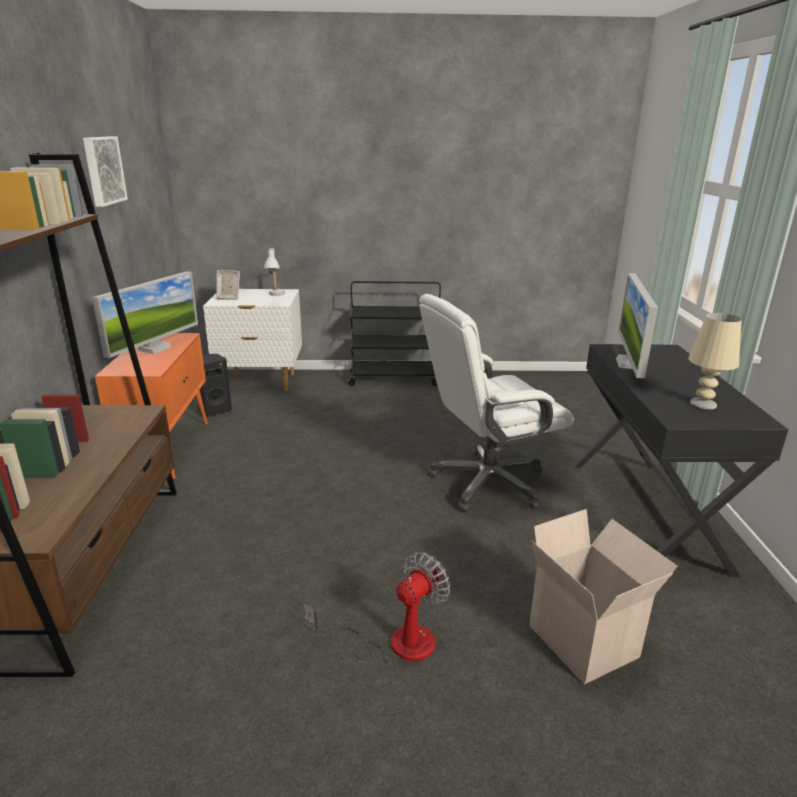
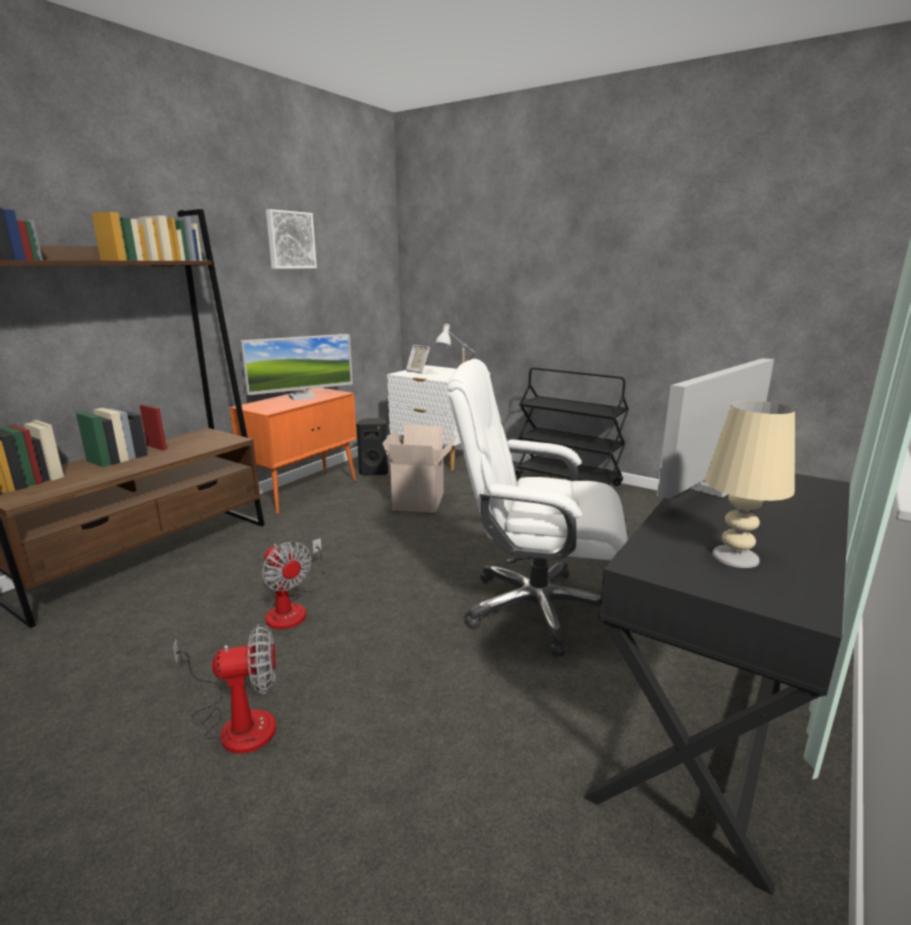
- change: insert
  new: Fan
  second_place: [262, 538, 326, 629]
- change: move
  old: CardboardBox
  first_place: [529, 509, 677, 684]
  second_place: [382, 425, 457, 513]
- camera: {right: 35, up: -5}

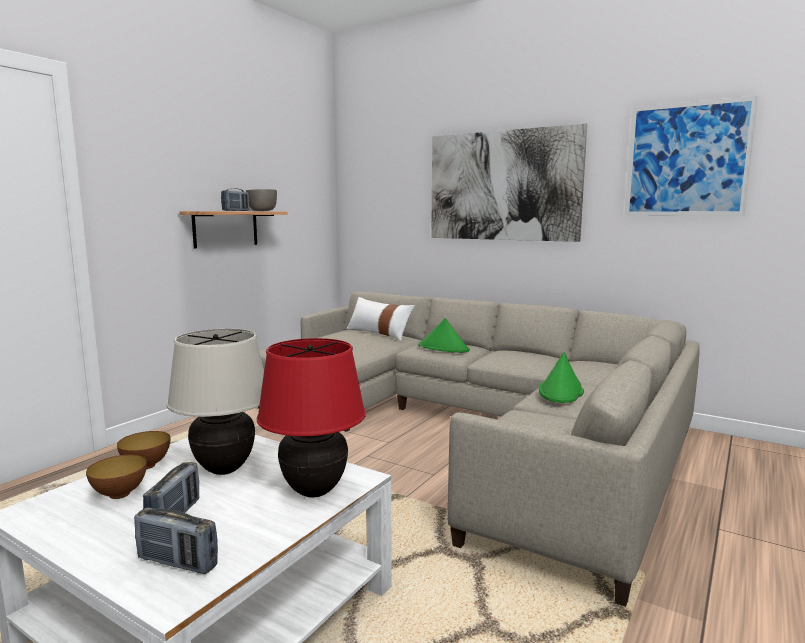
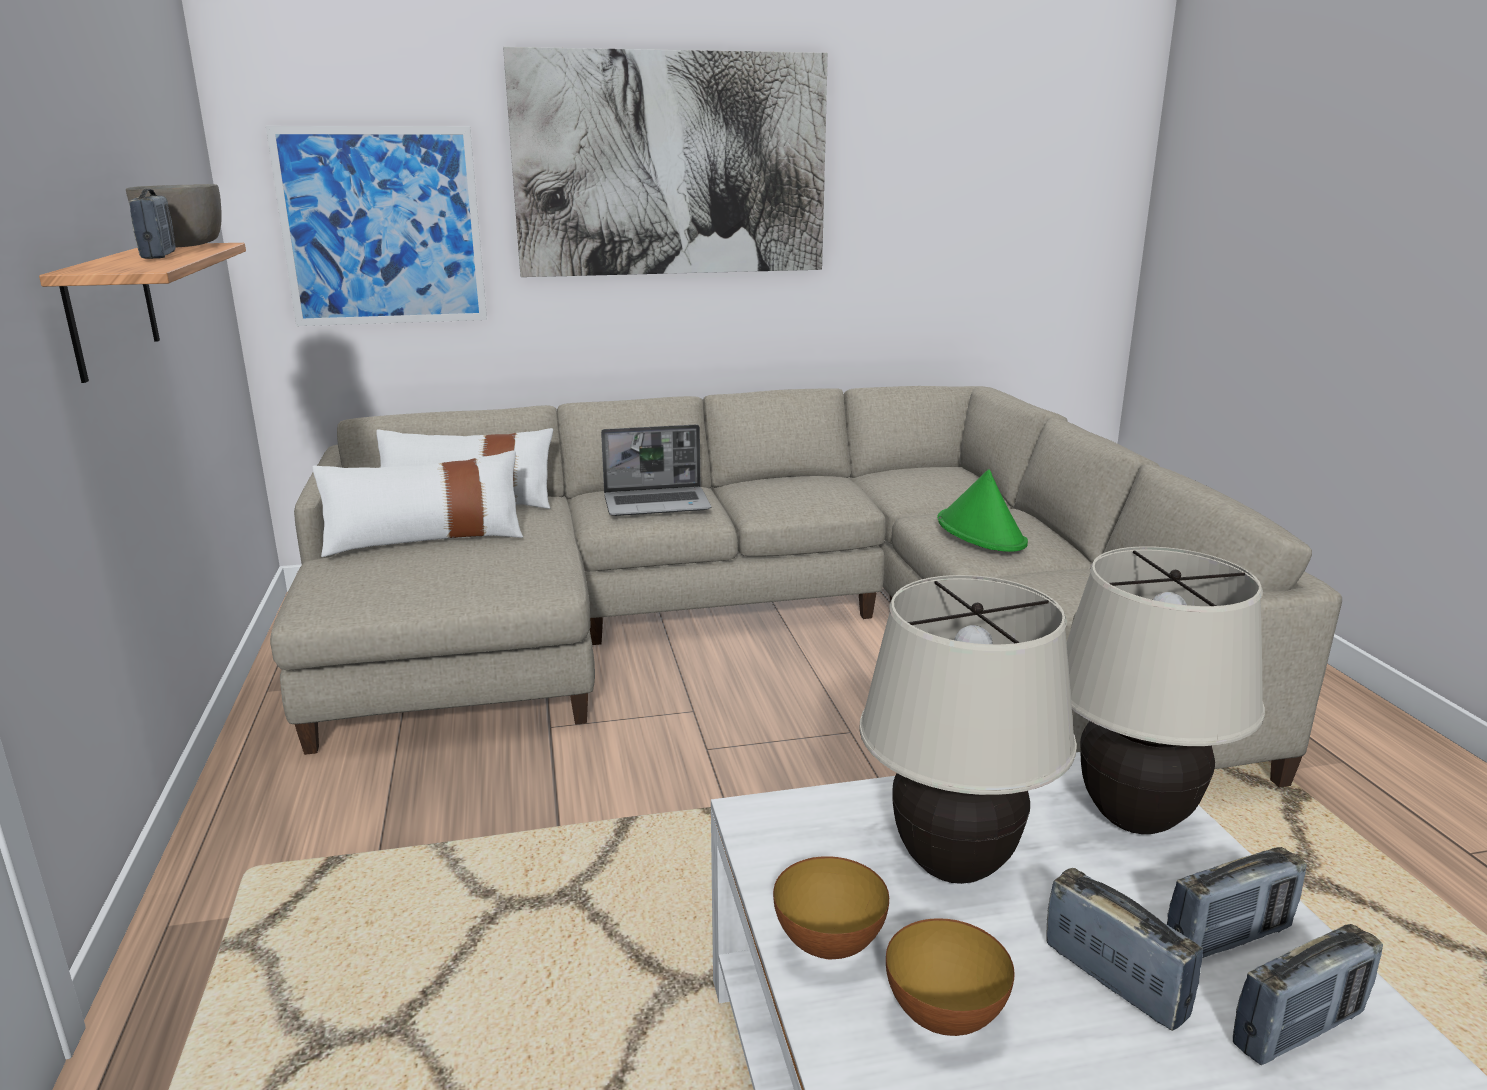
- change: move
  old: Picture
  first_place: [625, 96, 758, 216]
  second_place: [266, 126, 487, 326]
- change: insert
  new: WhitePillow
  second_place: [312, 450, 523, 557]
- change: replace
  old: GreenHat
  new: Laptop
  first_place: [418, 318, 470, 353]
  second_place: [601, 425, 711, 516]
- change: recolor
  old: RedTableLamp
  new: BeigeTableLamp
  first_place: [257, 338, 366, 498]
  second_place: [1066, 546, 1265, 834]
- change: insert
  new: Radio
  second_place: [1167, 847, 1307, 958]
- camera: {right: -45, up: 10}

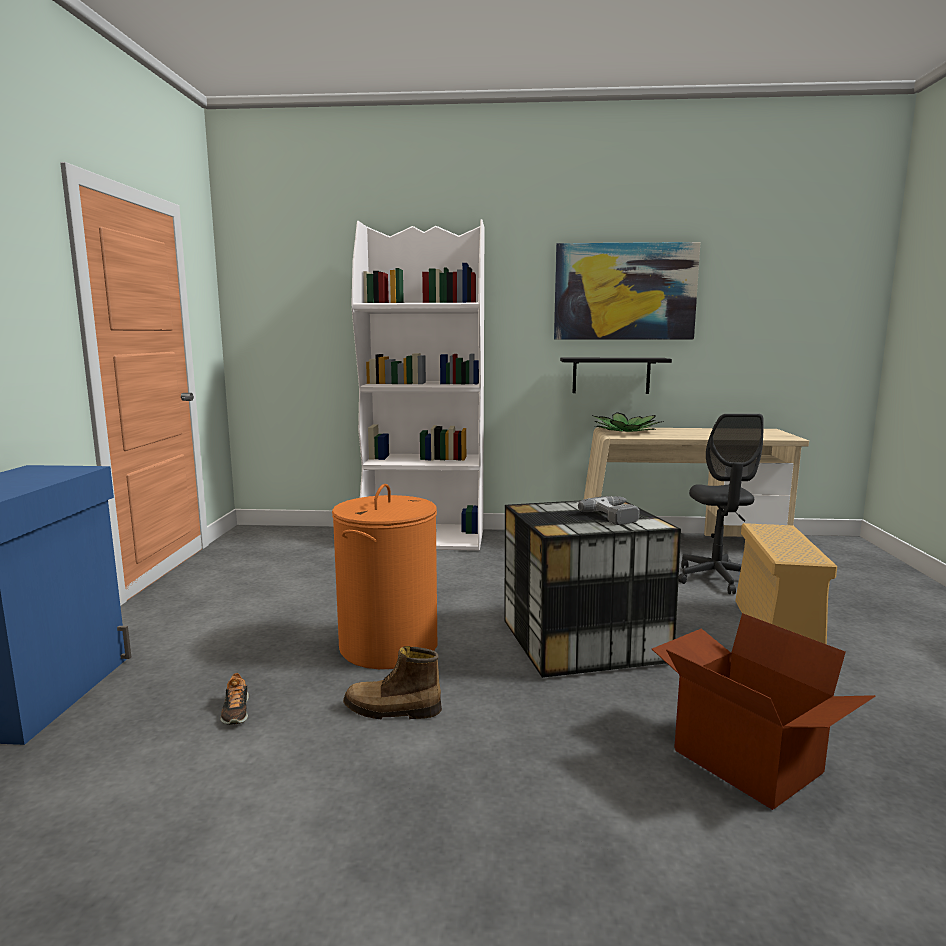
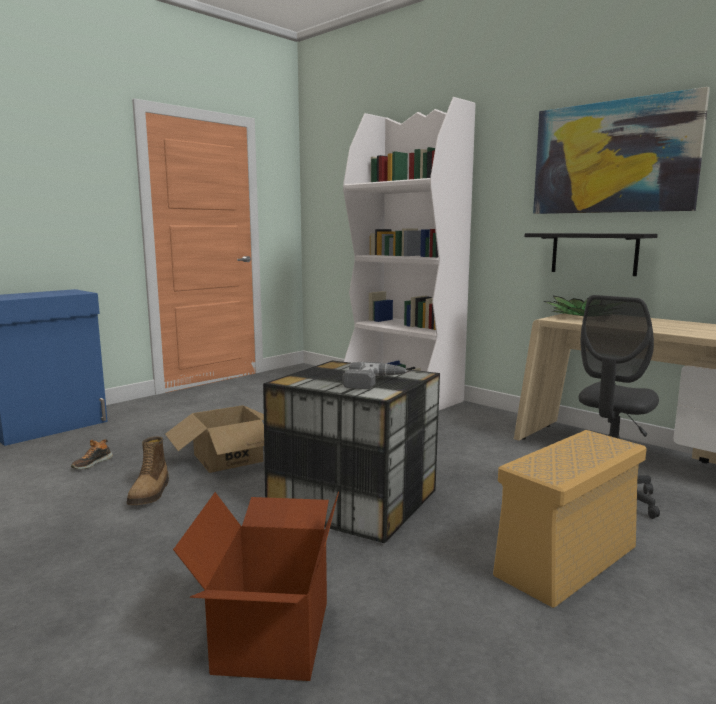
- change: rotate
  old: Boot
  first_place: [343, 646, 442, 720]
  second_place: [127, 436, 169, 505]
  degrees: -135
- change: replace
  old: OrangeLaundryBasket
  new: CardboardBox
  first_place: [332, 484, 437, 669]
  second_place: [165, 405, 264, 473]
- camera: {right: 40, up: 0}

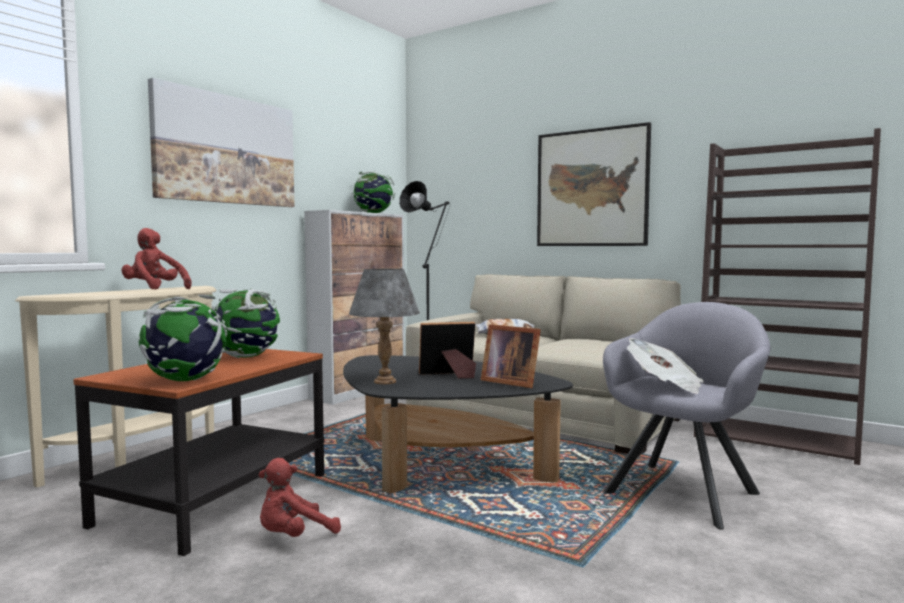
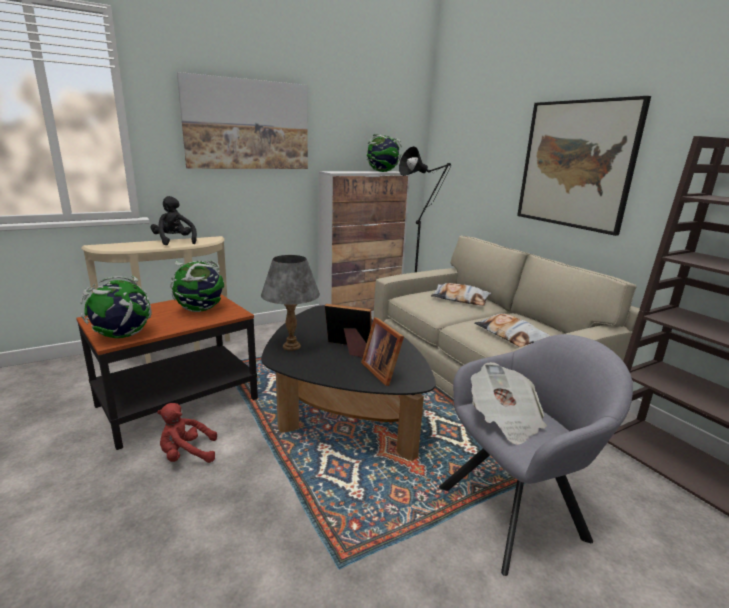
- change: recolor
  old: RedPlushToy
  new: BlackPlushToy
  first_place: [121, 228, 192, 289]
  second_place: [151, 196, 197, 245]
- change: insert
  new: Pillow
  second_place: [474, 313, 550, 347]
- camera: {right: 25, up: 15}

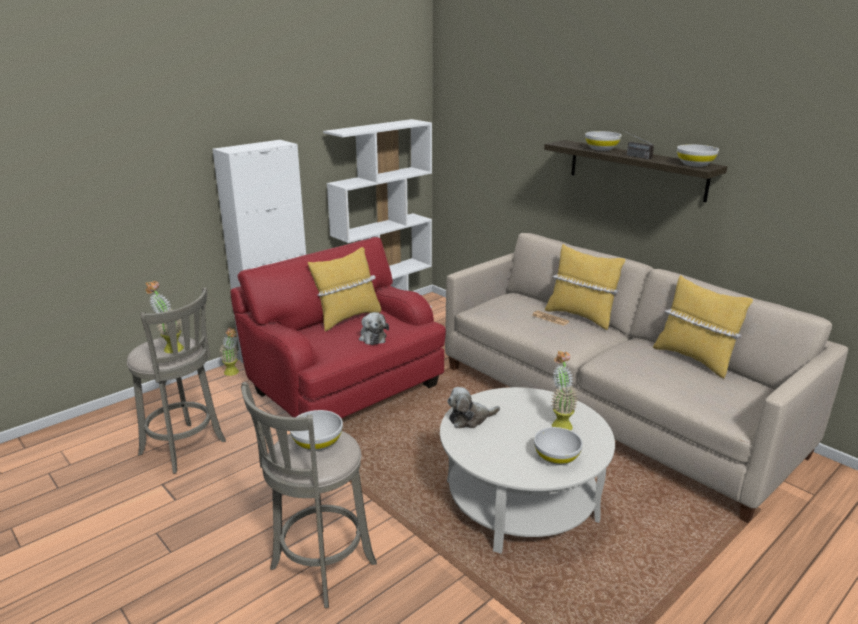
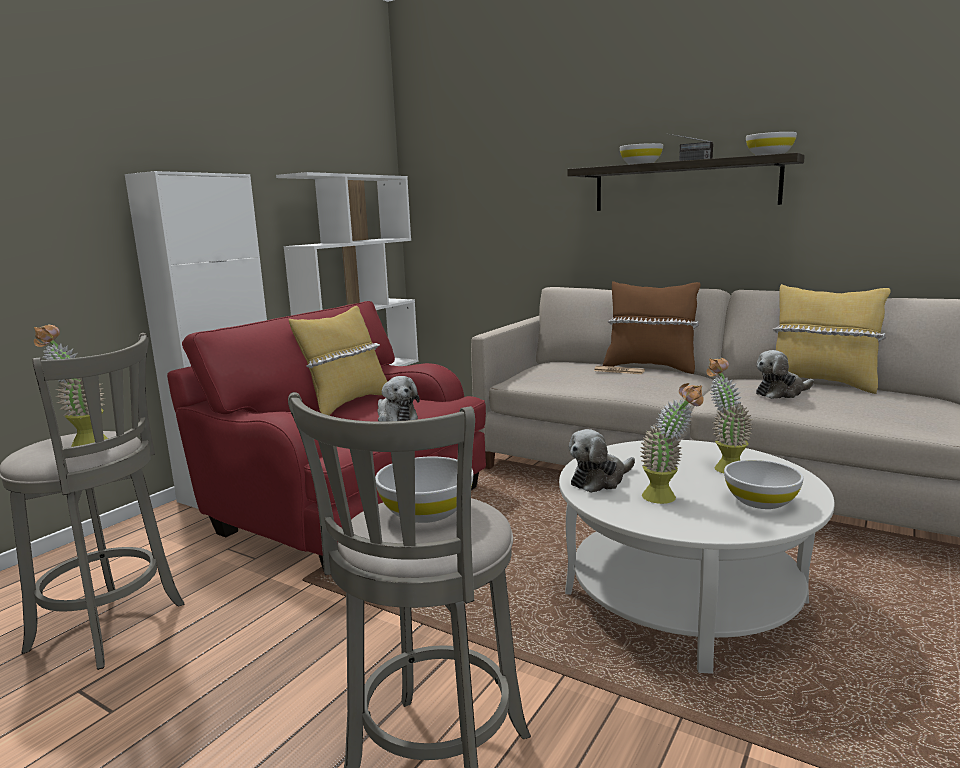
- change: recolor
  old: YellowPillow
  new: BrownPillow
  first_place: [545, 244, 625, 330]
  second_place: [603, 281, 701, 374]
- change: move
  old: PottedPlant
  first_place: [220, 327, 239, 376]
  second_place: [639, 383, 703, 504]
- change: insert
  new: PlushToy
  second_place: [756, 350, 814, 399]
- camera: {right: -15, up: -10}

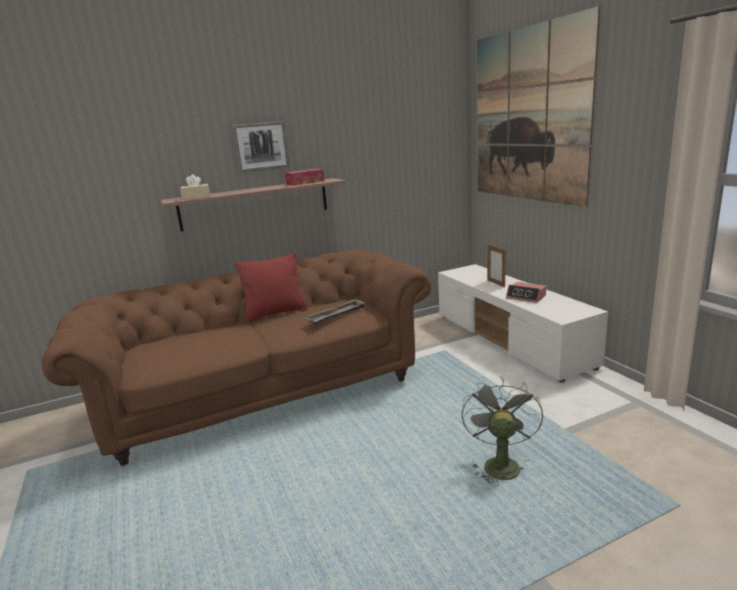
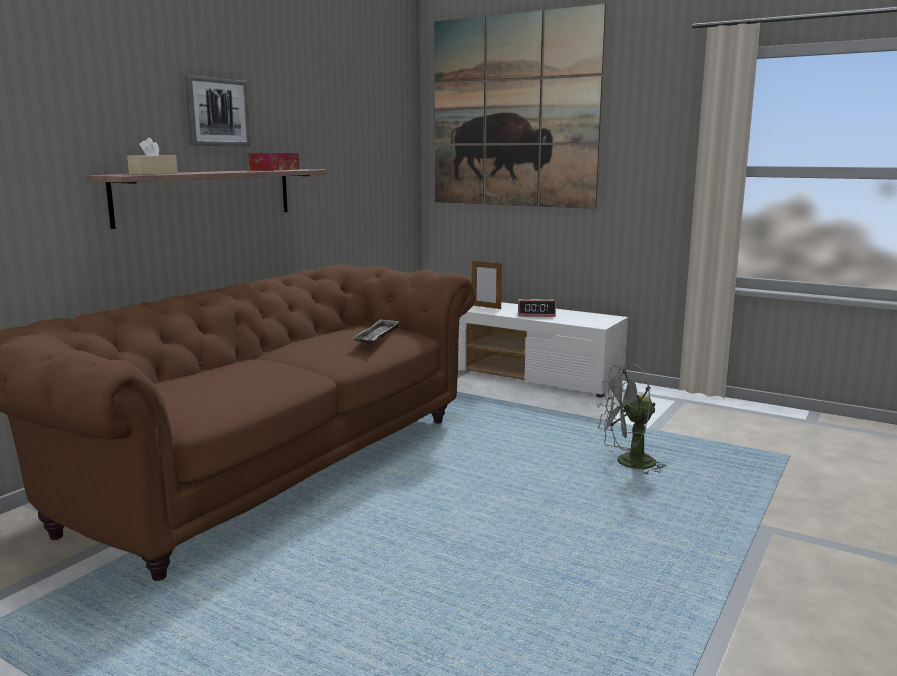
- change: rotate
  old: GreyFan
  first_place: [462, 377, 543, 487]
  second_place: [597, 365, 670, 475]
  degrees: -75
- change: delete
  old: RedPillow
  first_place: [235, 253, 308, 322]
- camera: {right: -35, up: -5}

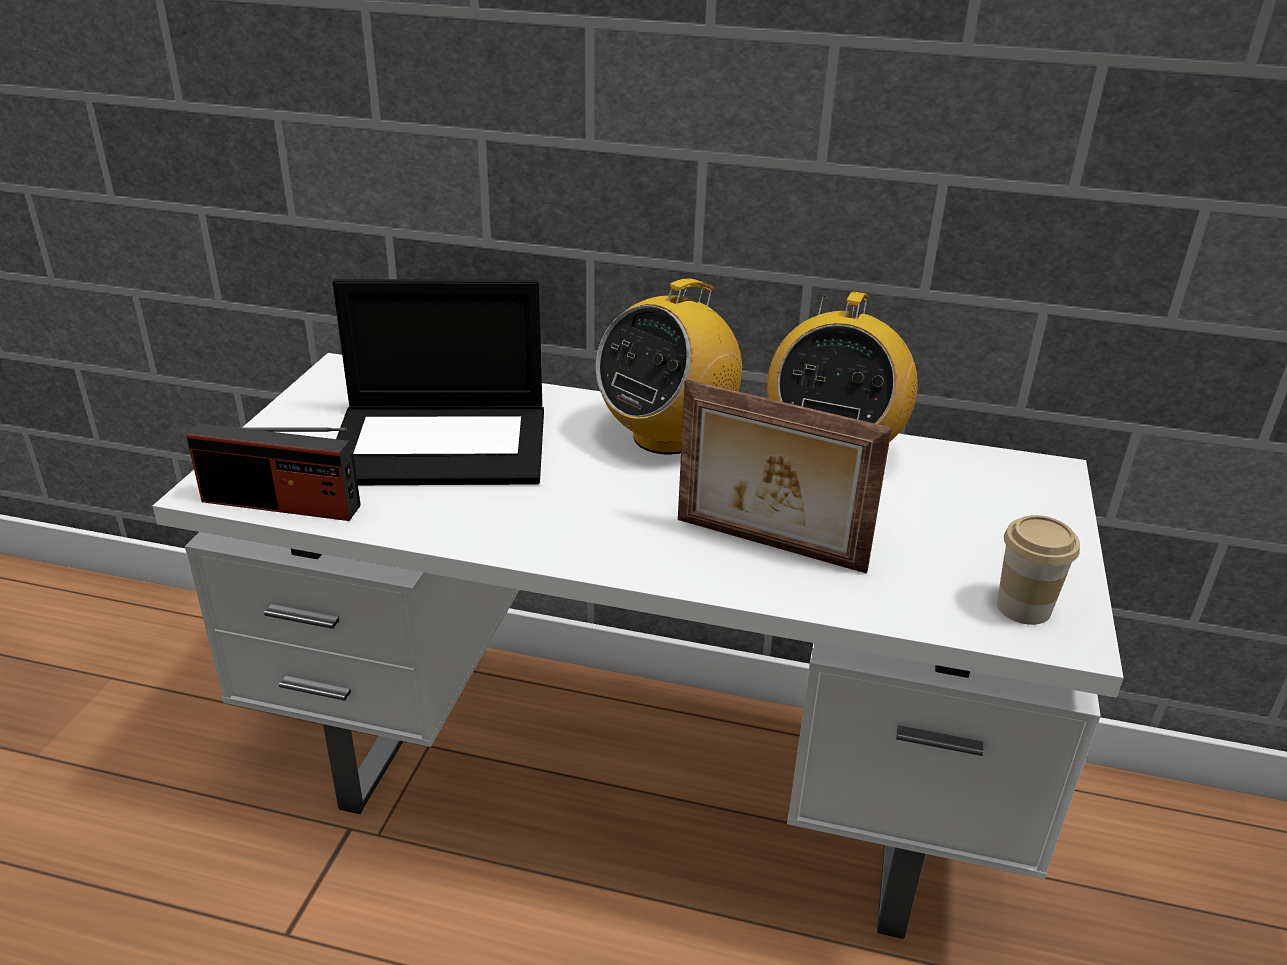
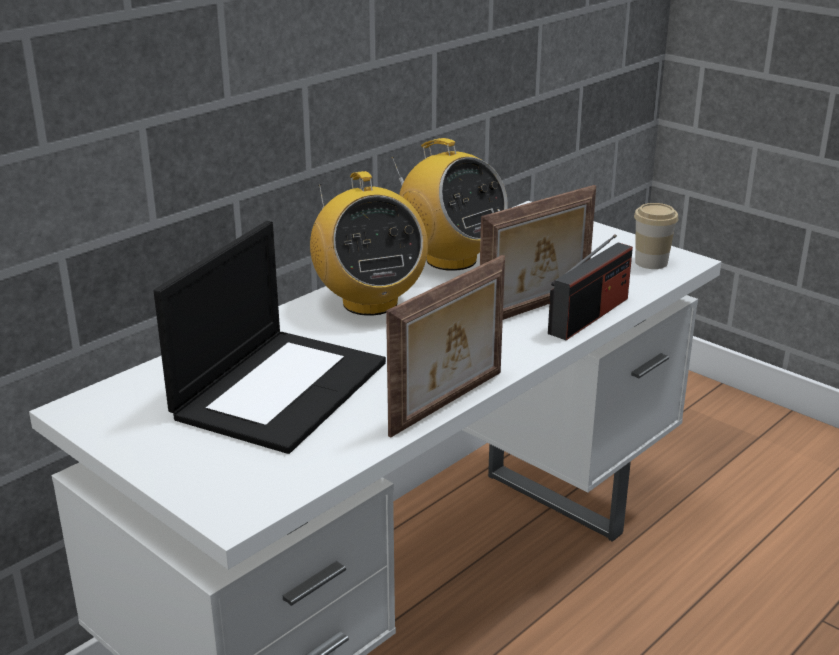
- change: insert
  new: PictureFrame
  second_place: [386, 255, 505, 437]
- change: move
  old: Radio
  first_place: [186, 423, 361, 521]
  second_place: [548, 234, 633, 340]
- camera: {right: -60, up: -5}

